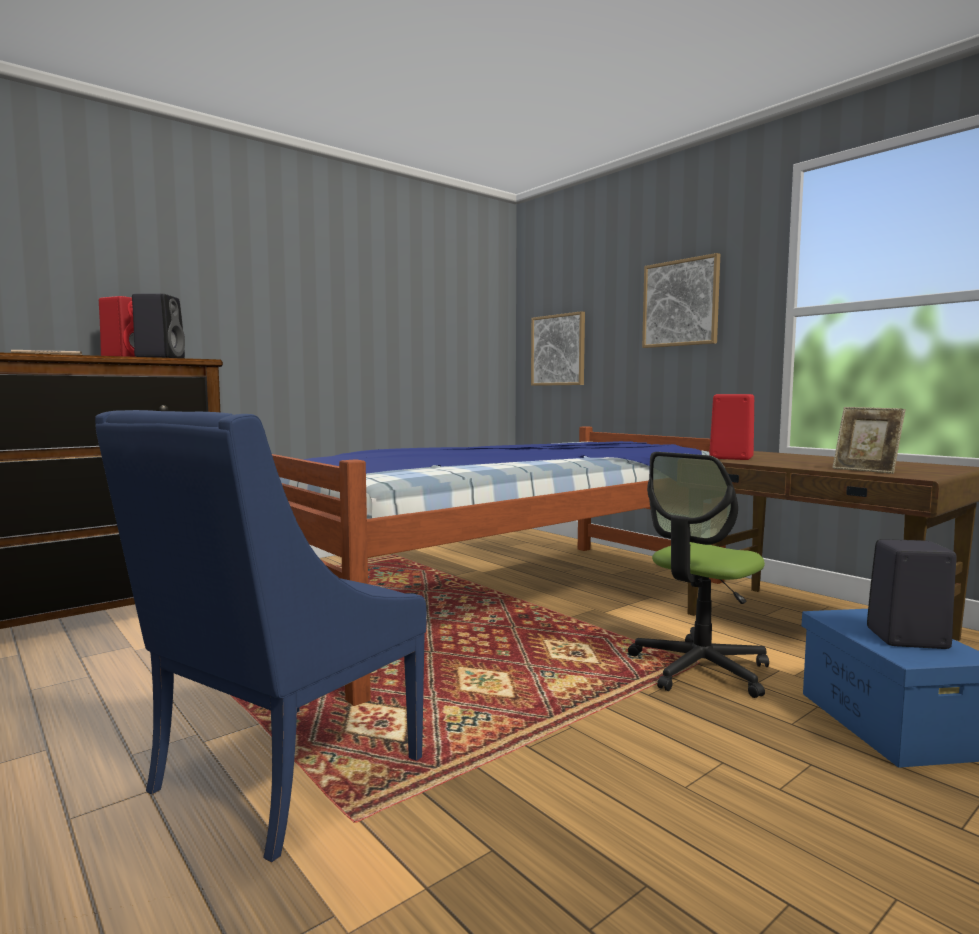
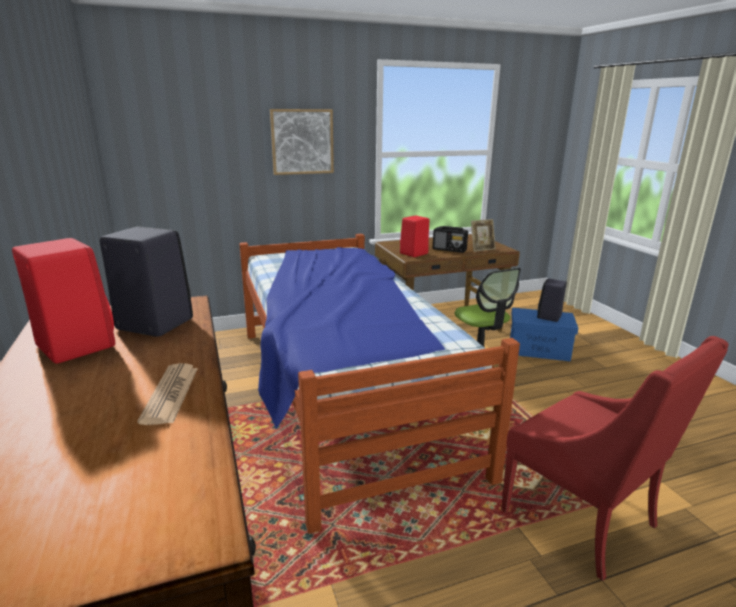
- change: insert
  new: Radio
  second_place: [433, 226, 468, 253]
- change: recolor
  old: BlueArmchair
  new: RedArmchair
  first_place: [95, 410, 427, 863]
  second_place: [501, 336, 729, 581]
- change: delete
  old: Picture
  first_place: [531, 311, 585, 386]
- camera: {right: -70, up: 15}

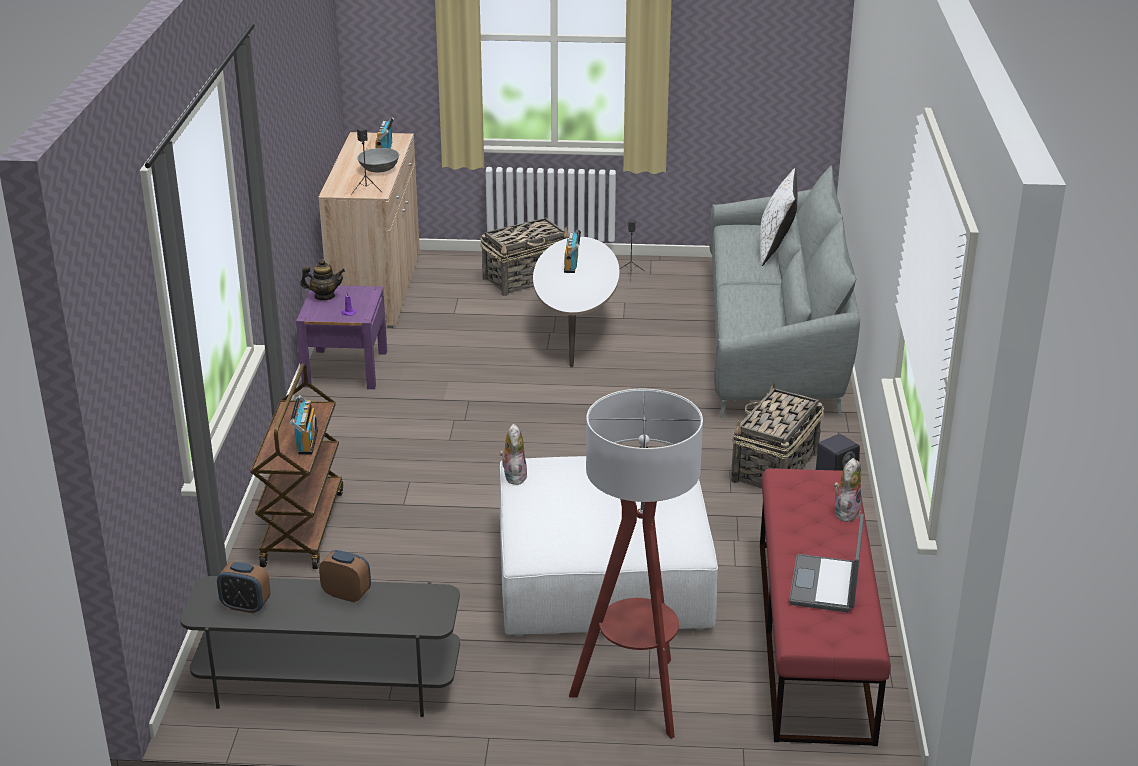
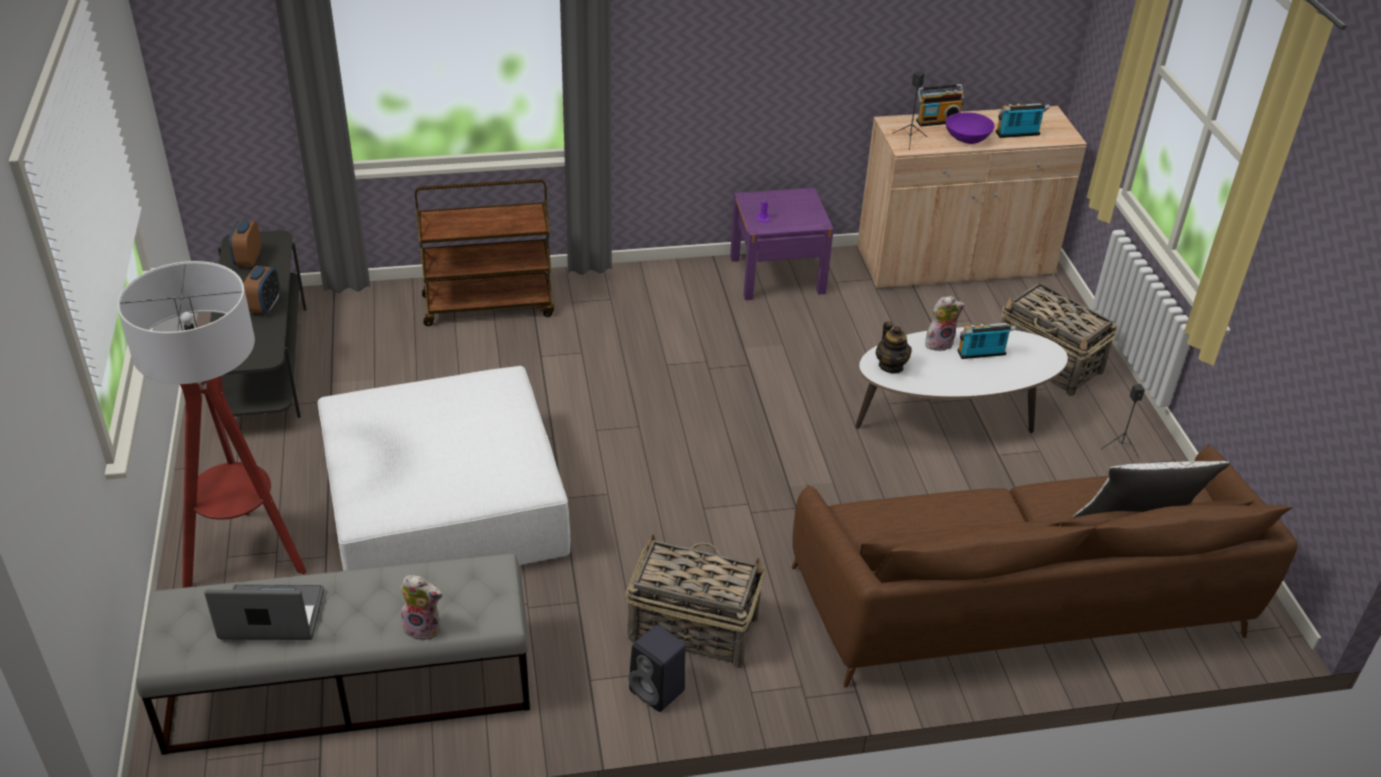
- change: recolor
  old: RedBench
  new: GreyBench
  first_place: [760, 468, 891, 746]
  second_place: [136, 553, 530, 755]
- change: recolor
  old: GreySofa
  new: BrownSofa
  first_place: [709, 165, 860, 418]
  second_place: [792, 444, 1297, 688]
- change: move
  old: Teapot
  first_place: [300, 259, 345, 300]
  second_place: [875, 321, 912, 374]
- change: move
  old: Radio
  first_place: [290, 395, 318, 455]
  second_place: [916, 84, 964, 127]
- change: move
  old: PlushToy
  first_place: [500, 424, 527, 485]
  second_place: [925, 296, 965, 351]
- change: recolor
  old: GreyBowl
  new: PurpleBowl
  first_place: [357, 148, 399, 172]
  second_place: [946, 112, 995, 144]
- camera: {right: 75, up: 10}

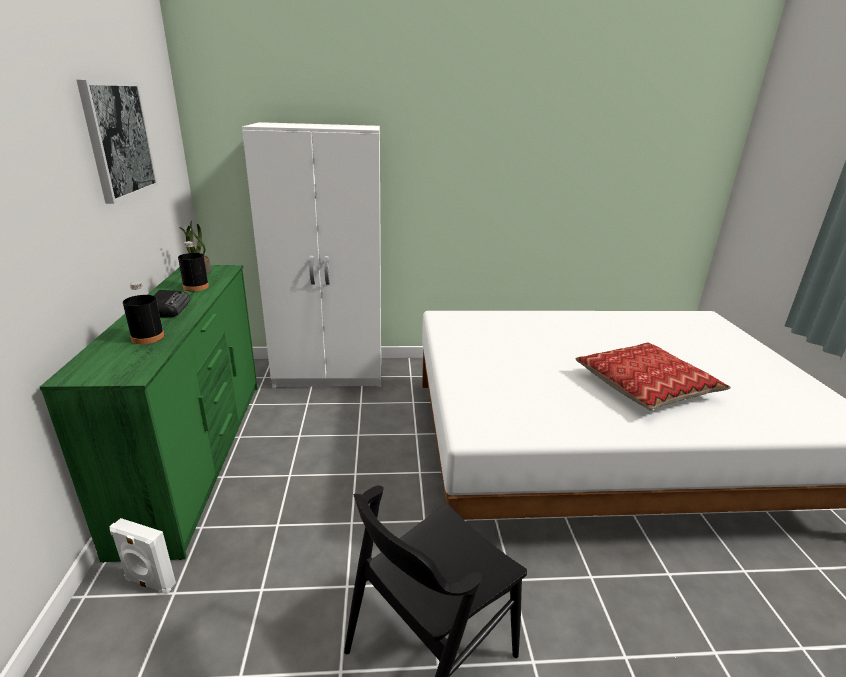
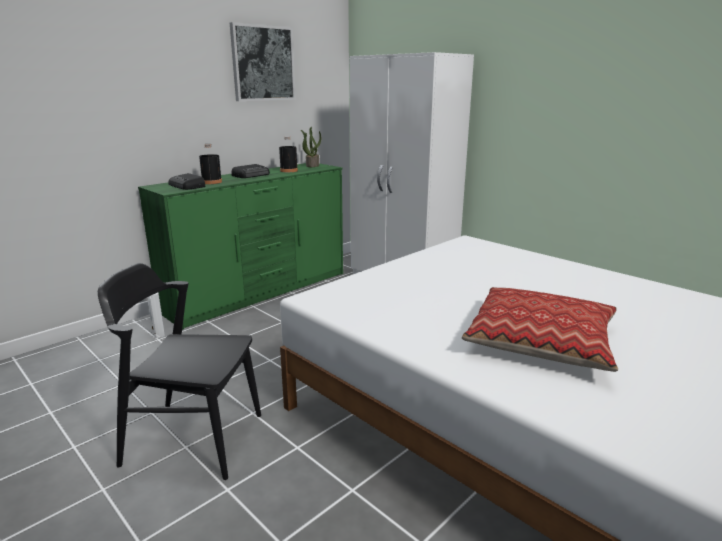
- change: insert
  new: Radio
  second_place: [169, 173, 205, 190]
- camera: {right: 50, up: -5}

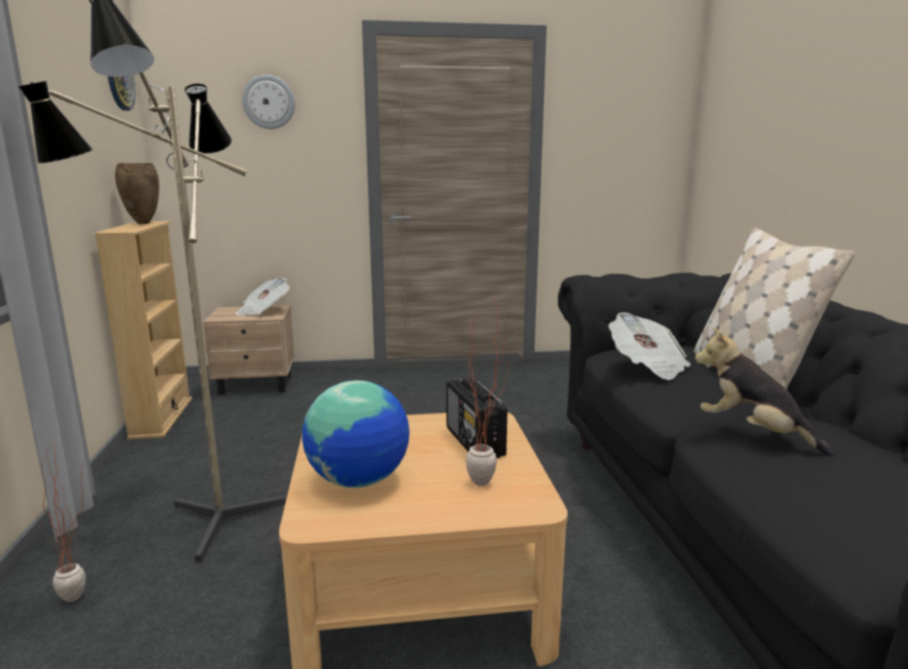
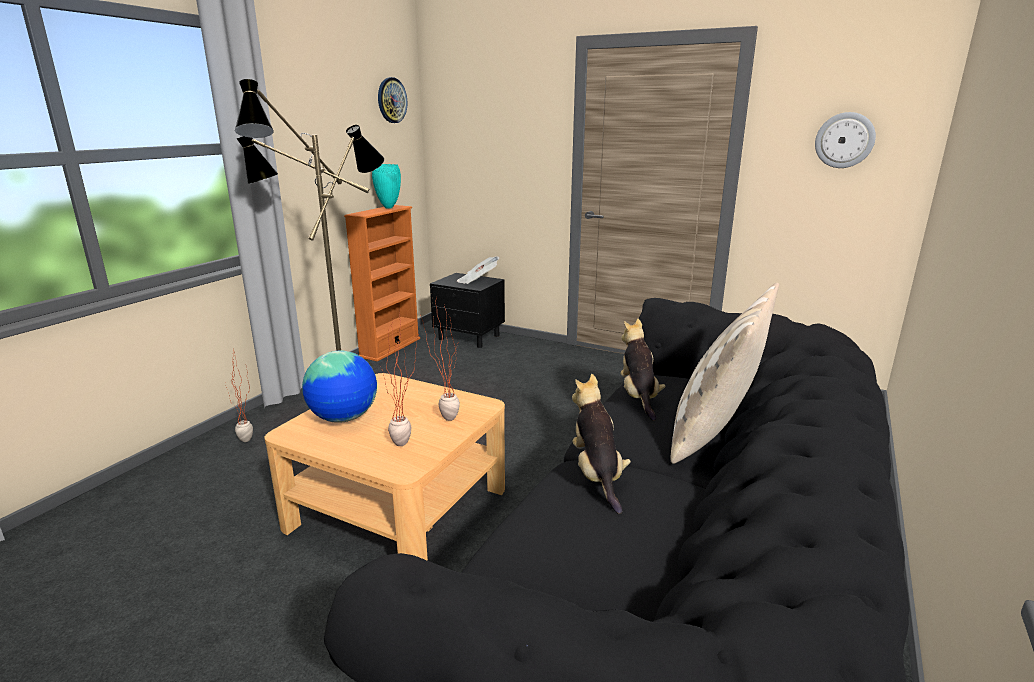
- change: recolor
  old: BeigeBookcase
  new: OrangeBookcase
  first_place: [95, 221, 192, 440]
  second_place: [344, 205, 420, 362]
- change: recolor
  old: BrownVase
  new: TurquoiseVase
  first_place: [115, 163, 159, 224]
  second_place: [372, 164, 401, 209]
- change: replace
  old: Radio
  new: PottedPlant
  first_place: [446, 378, 507, 458]
  second_place: [420, 296, 460, 421]
- change: recolor
  old: BeigeNightstand
  new: BlackNightstand
  first_place: [203, 305, 294, 395]
  second_place: [430, 273, 505, 348]
- change: replace
  old: Newspaper
  new: PlushToy
  first_place: [608, 313, 691, 380]
  second_place: [620, 319, 666, 421]
- change: move
  old: WallClock
  first_place: [242, 74, 295, 129]
  second_place: [815, 112, 876, 168]
- camera: {right: 35, up: 5}

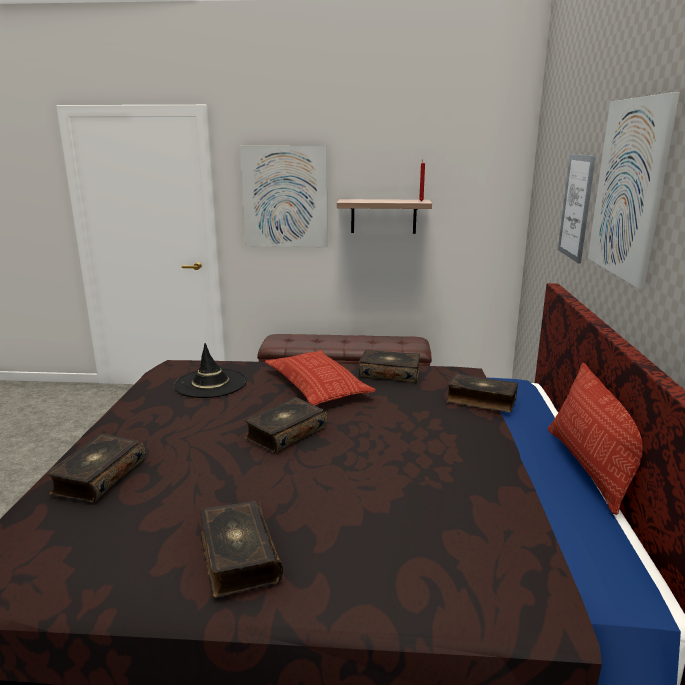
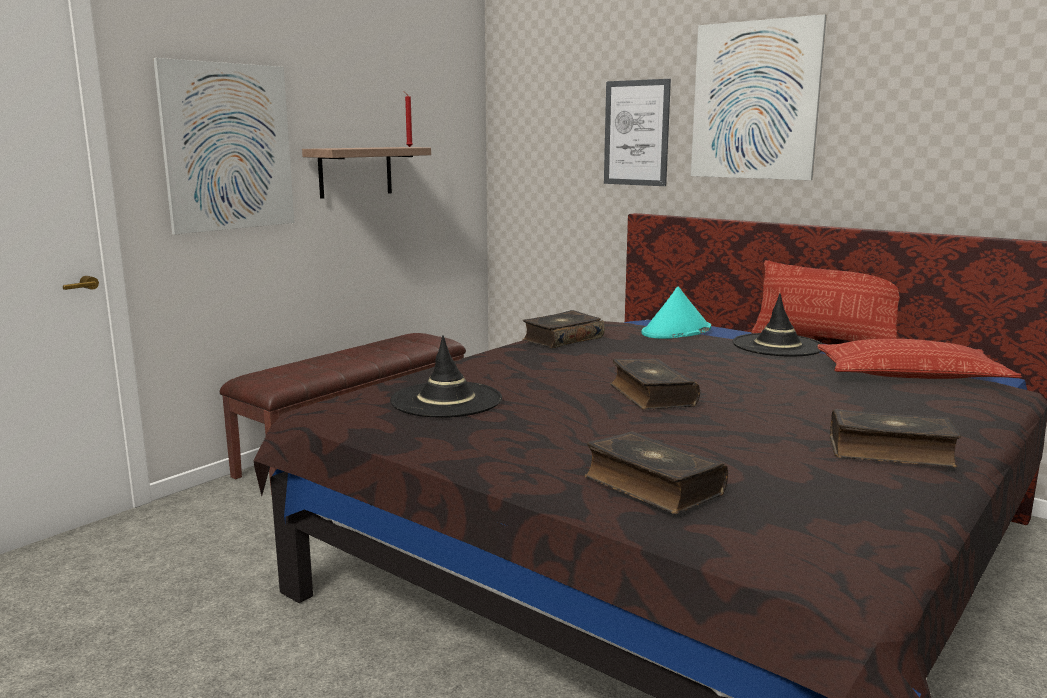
- change: replace
  old: Book
  new: TurquoiseHat
  first_place: [446, 373, 518, 412]
  second_place: [642, 287, 711, 339]
- change: insert
  new: BlackHat
  second_place: [733, 293, 822, 357]
- change: move
  old: Pillow
  first_place: [265, 350, 376, 406]
  second_place: [817, 339, 1022, 379]
- camera: {right: -55, up: -5}

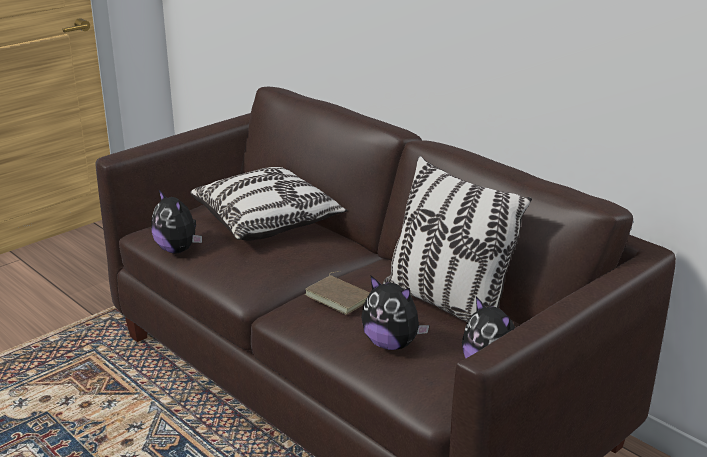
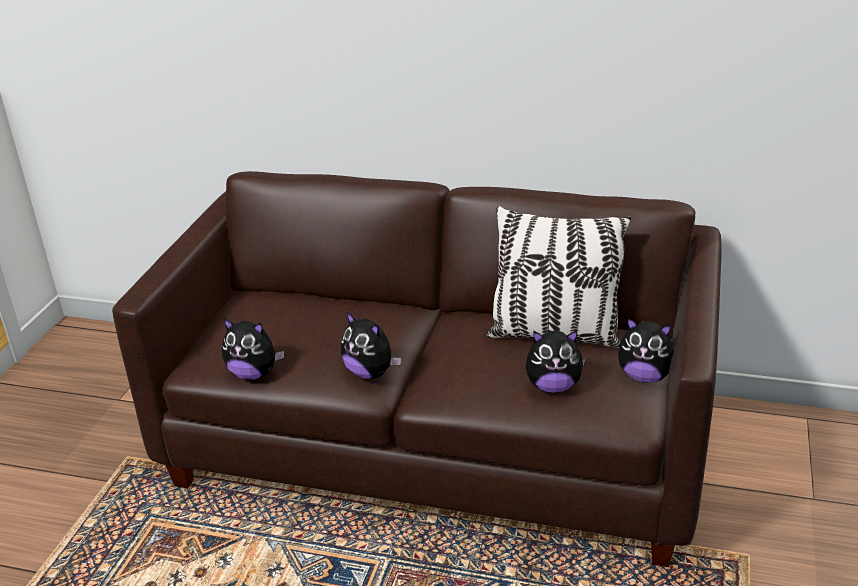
- change: insert
  new: PlushToy
  second_place: [341, 311, 401, 379]
- change: delete
  old: Pillow
  first_place: [190, 167, 347, 241]
- change: delete
  old: BrownBook
  first_place: [305, 271, 370, 315]
- camera: {right: -30, up: 5}

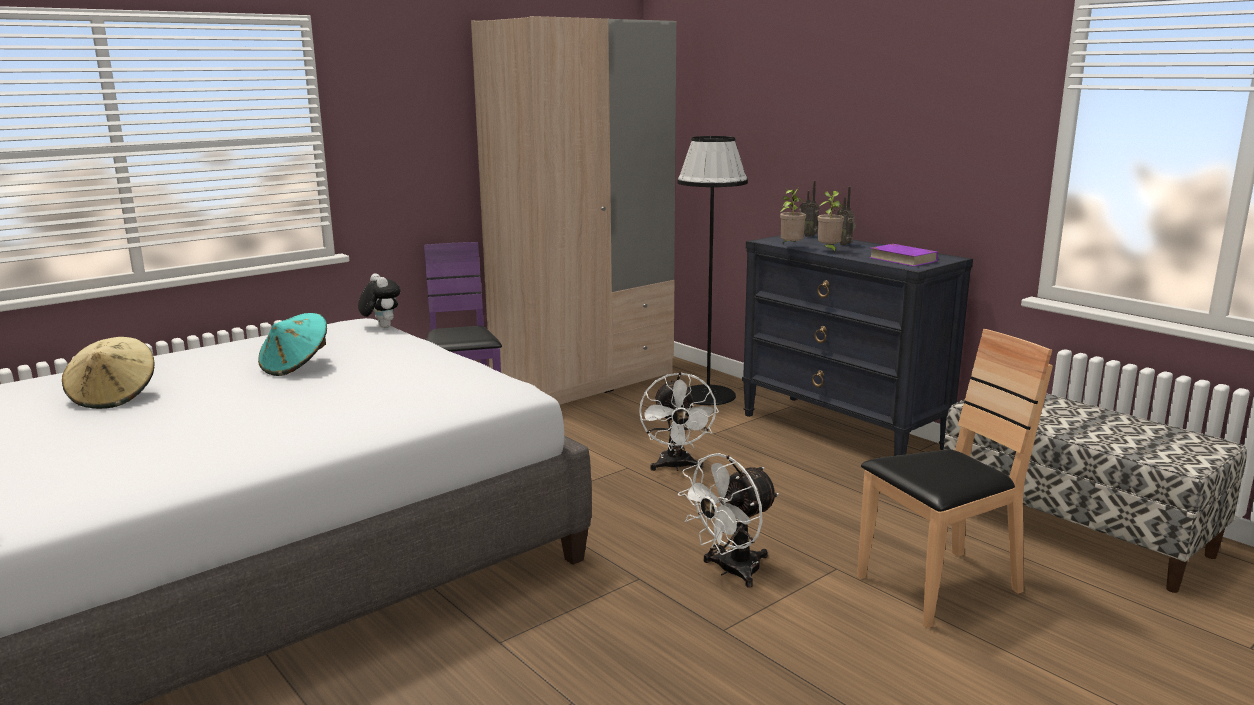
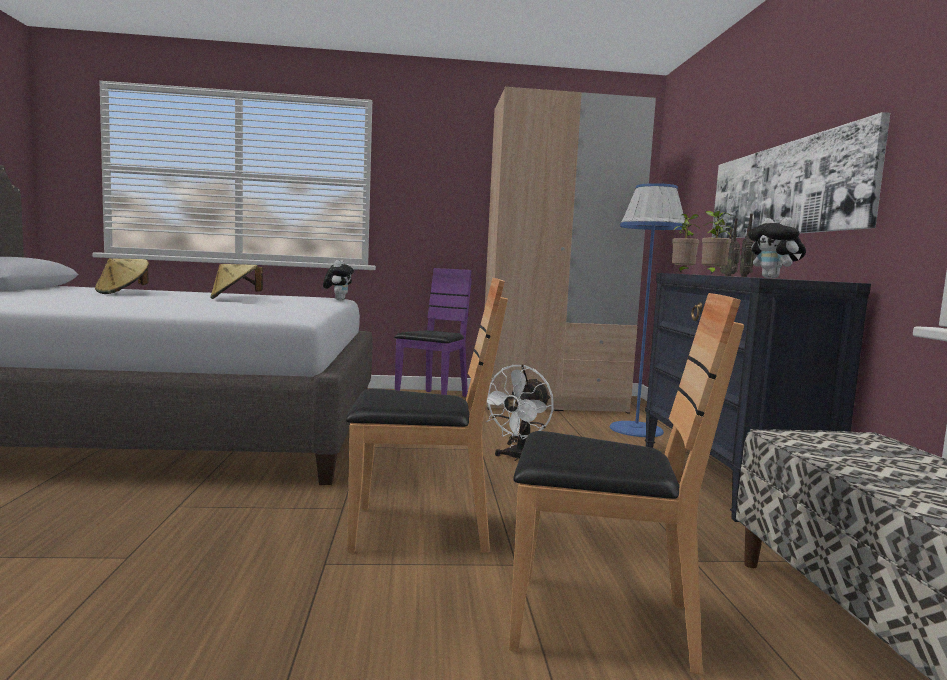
- change: recolor
  old: TurquoiseHat
  new: BeigeHat
  first_place: [258, 313, 327, 376]
  second_place: [210, 264, 263, 299]
- change: replace
  old: WhiteFan
  new: BrownChair
  first_place: [678, 453, 779, 588]
  second_place: [346, 278, 508, 553]
- change: recolor
  old: BlackFloorLamp
  new: BlueFloorLamp
  first_place: [677, 136, 748, 405]
  second_place: [610, 183, 685, 437]
- change: insert
  new: Picture
  second_place: [712, 112, 890, 238]
- change: replace
  old: PurpleBook
  new: PlushToy
  first_place: [869, 244, 938, 267]
  second_place: [748, 217, 806, 278]
- camera: {right: 35, up: -10}

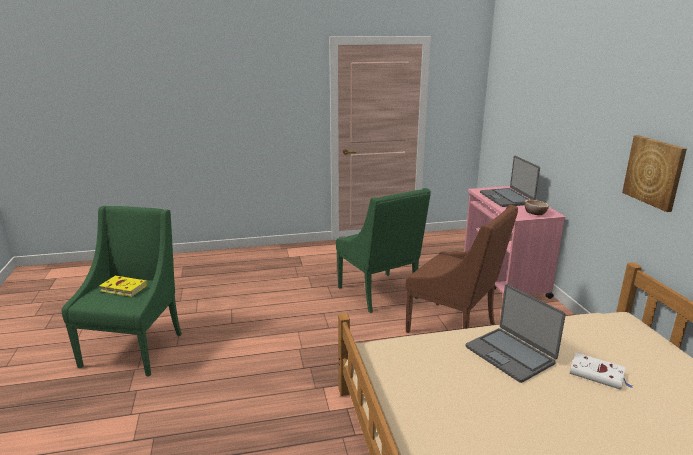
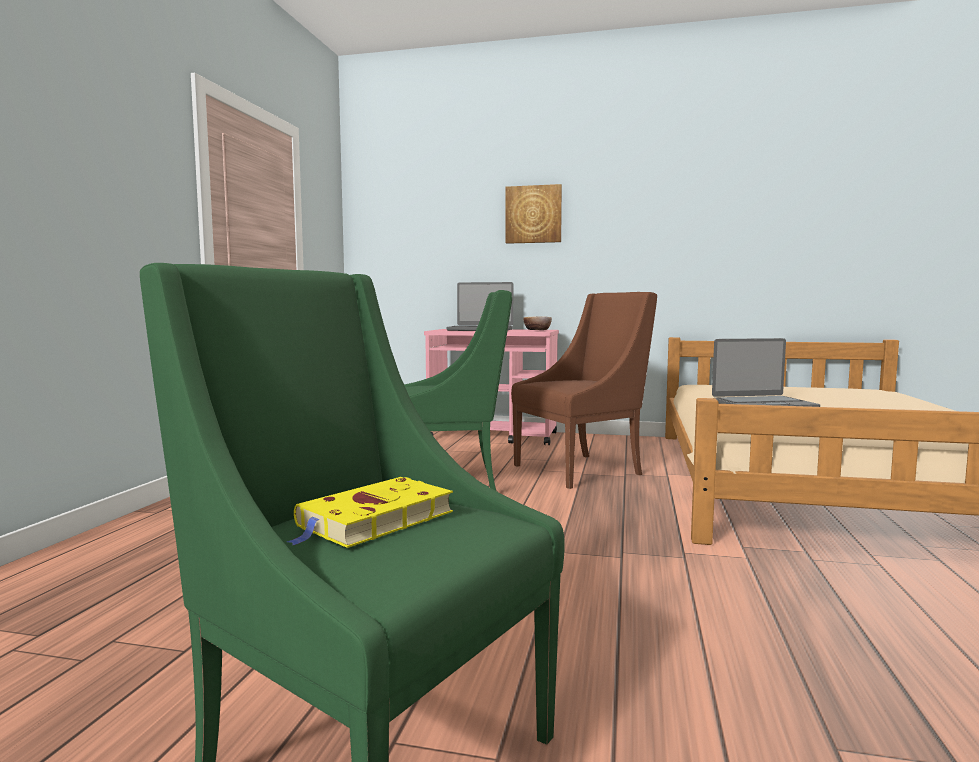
- change: move
  old: Picture
  first_place: [622, 135, 687, 212]
  second_place: [505, 184, 562, 244]
- change: delete
  old: WhiteBook
  first_place: [570, 353, 633, 390]
- camera: {right: -65, up: -15}

